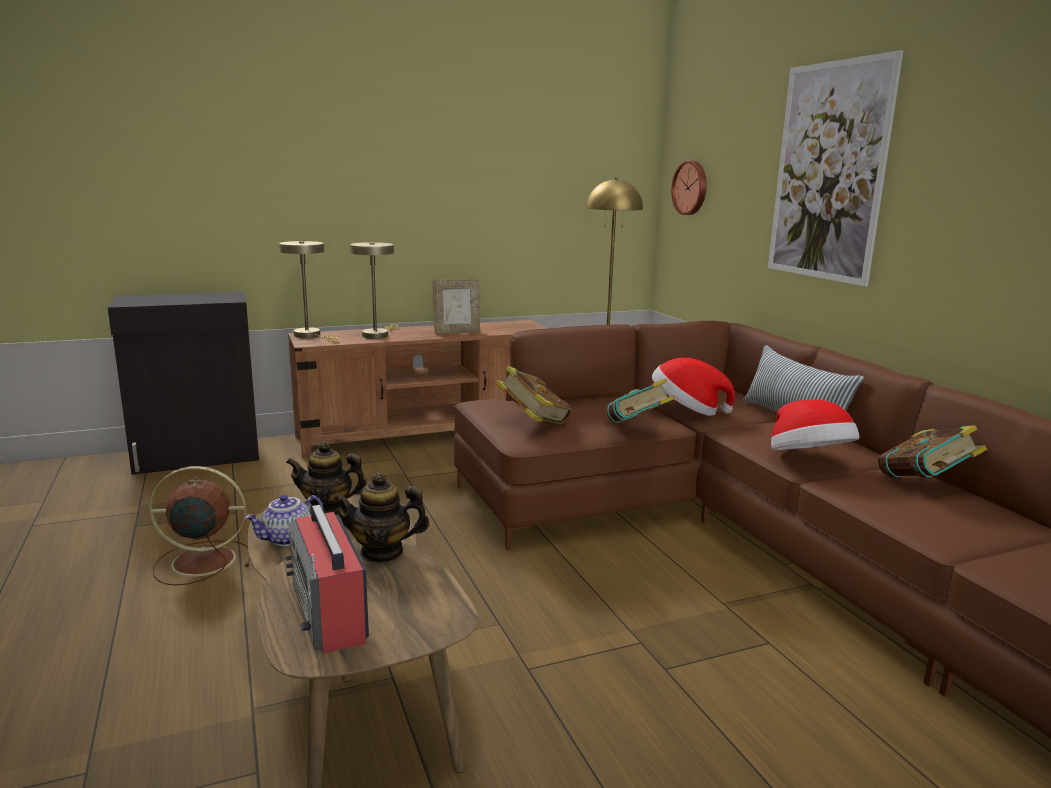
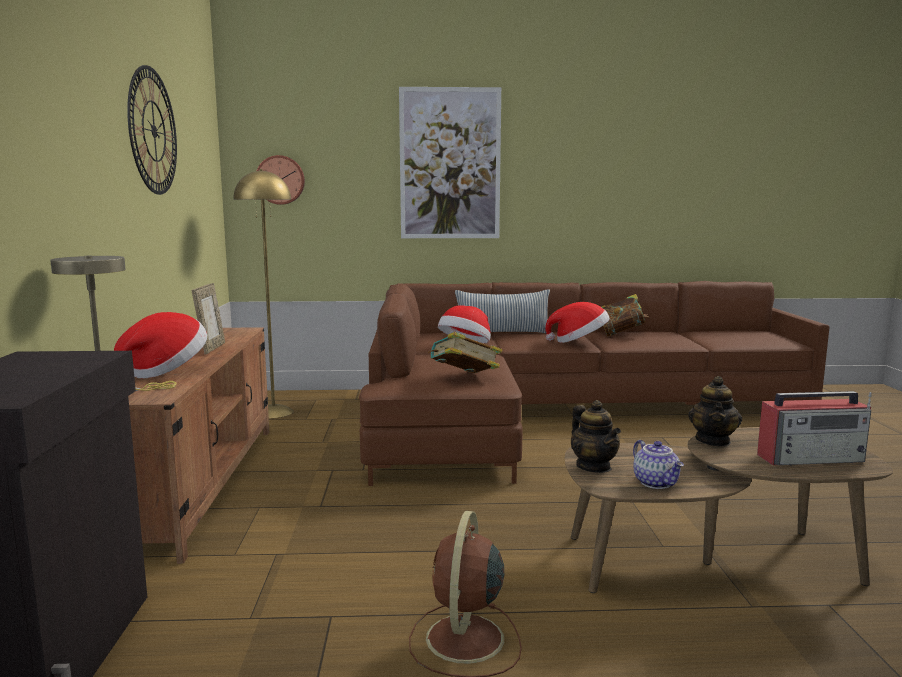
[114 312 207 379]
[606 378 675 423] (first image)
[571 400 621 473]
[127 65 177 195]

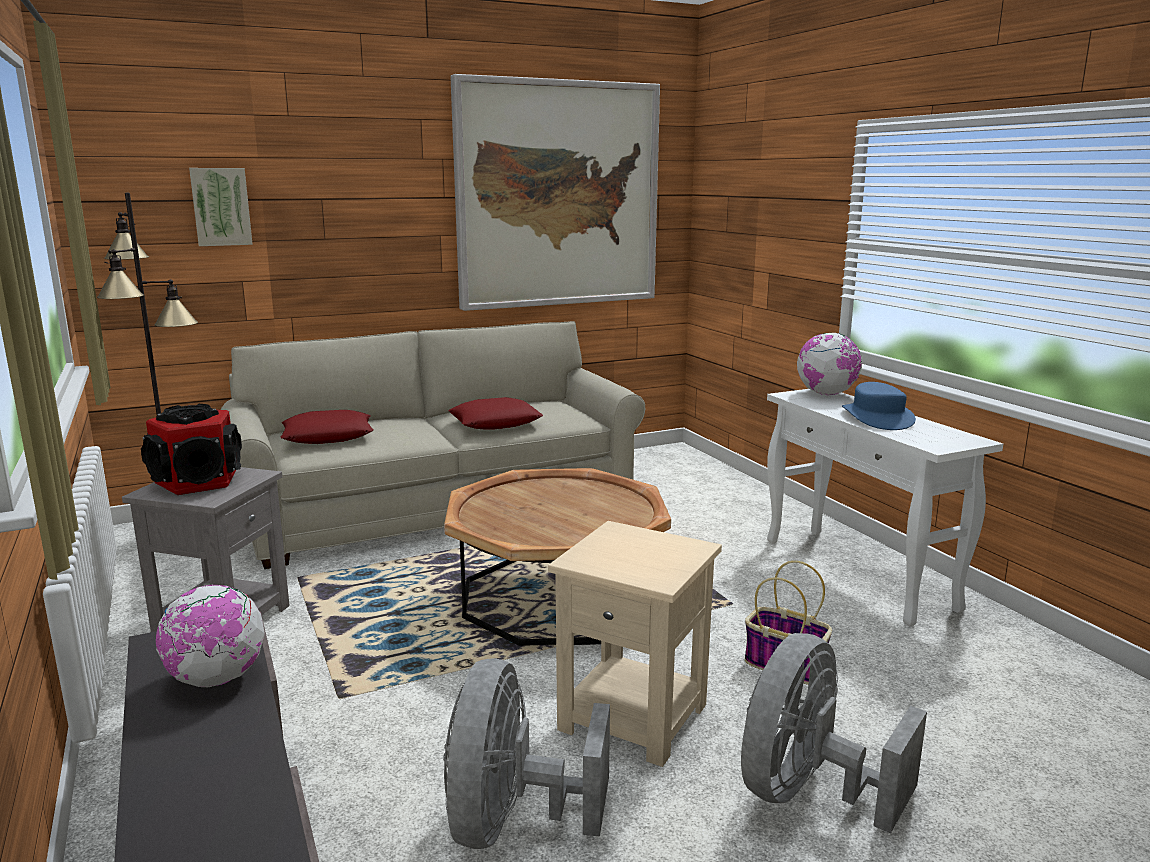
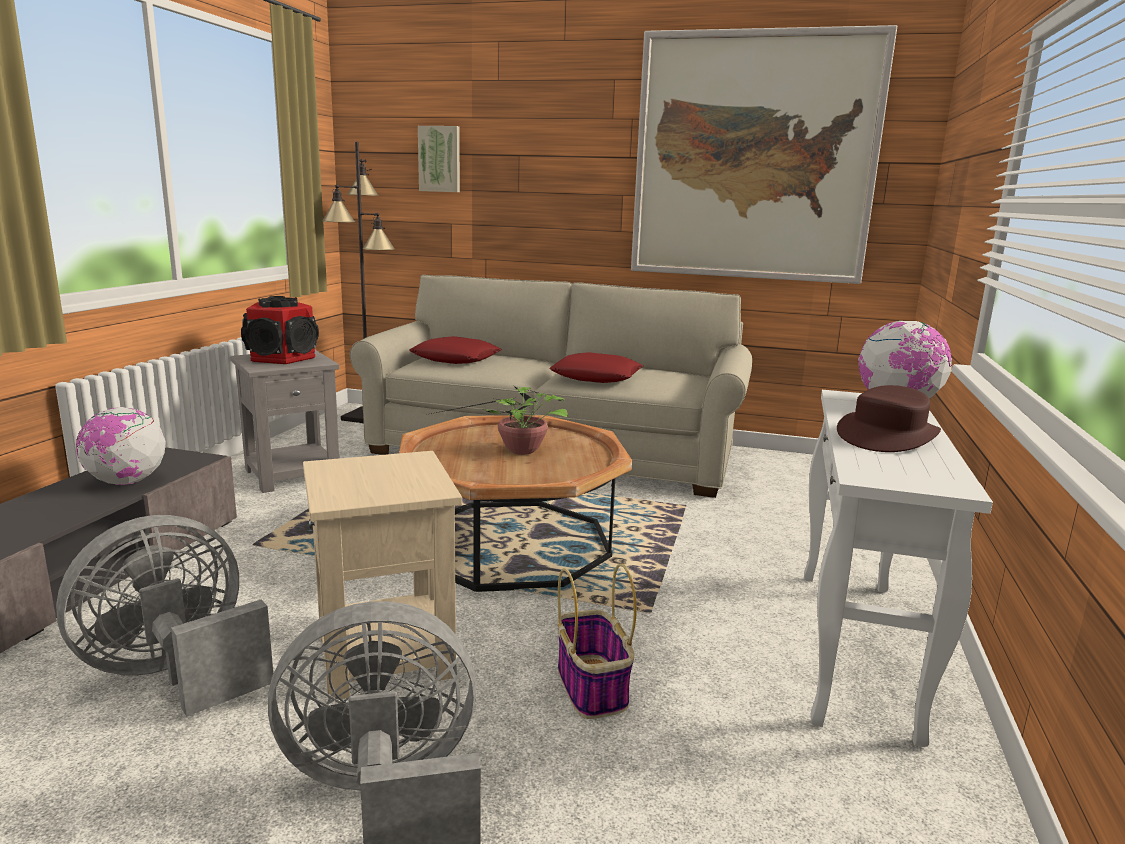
[837 385 941 452]
[431 386 568 455]

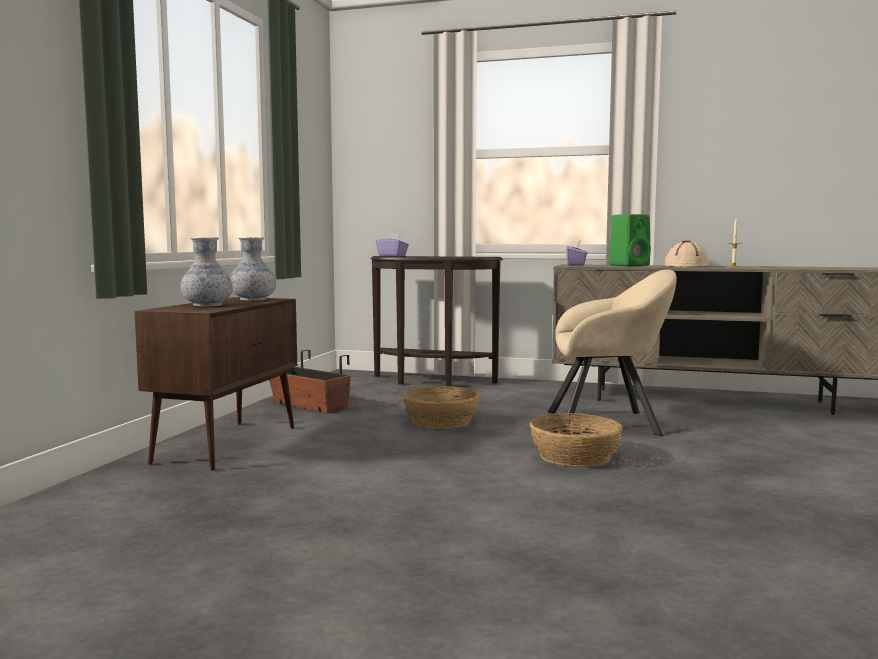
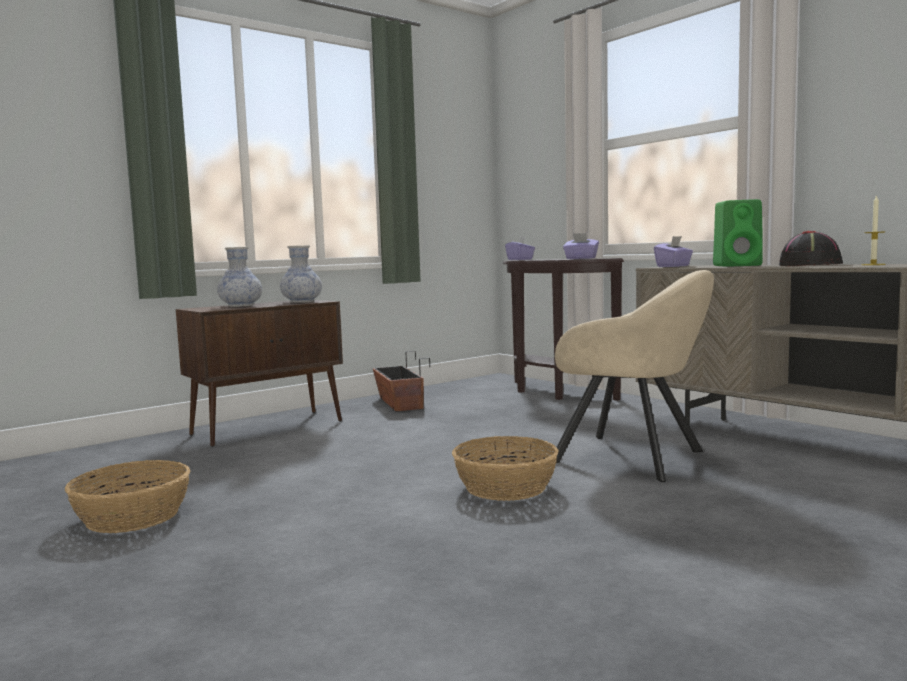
[779 231 843 266]
[64 460 190 533]
[563 233 599 259]

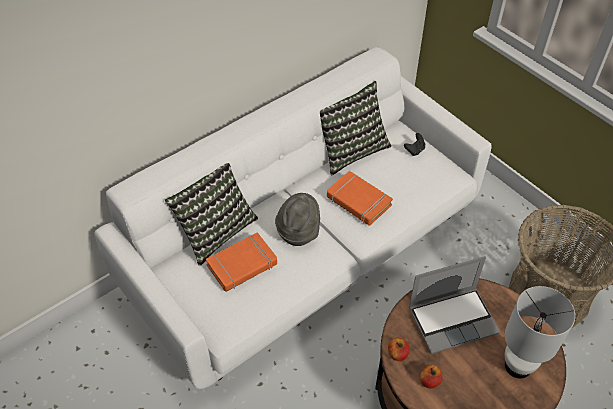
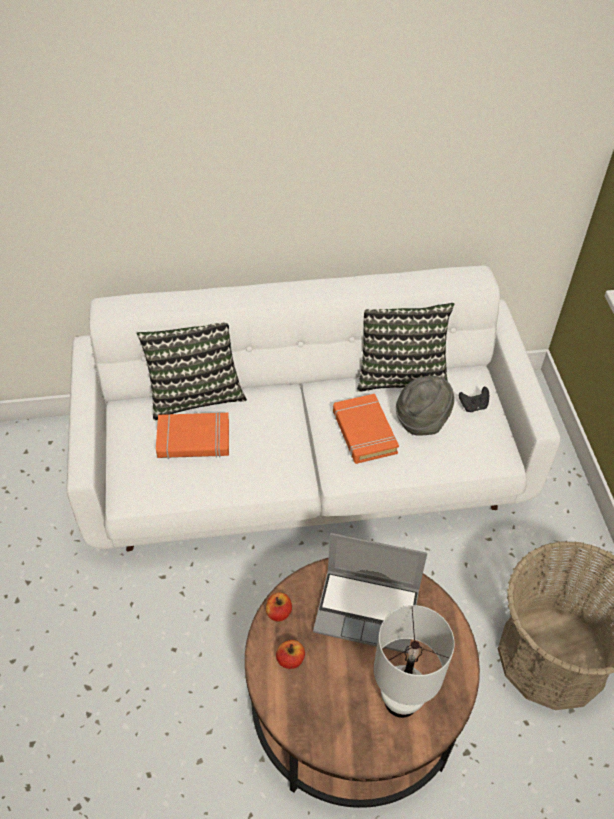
[396 376 454 436]

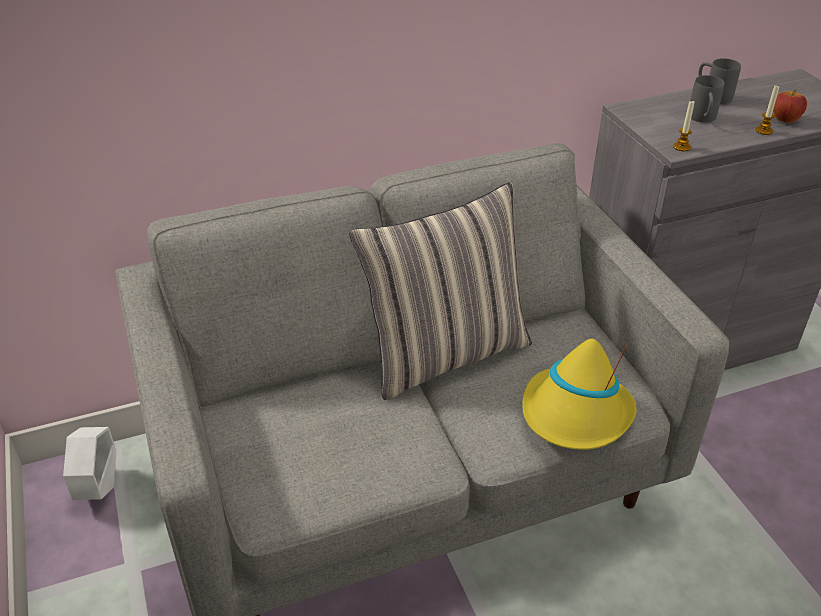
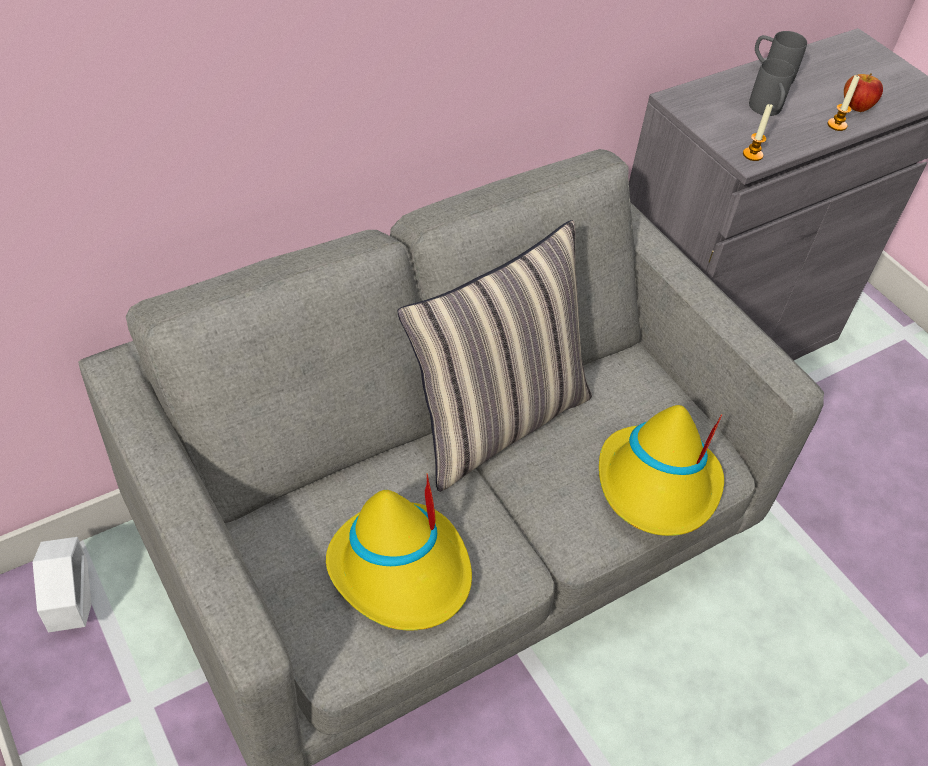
[326 473 472 631]

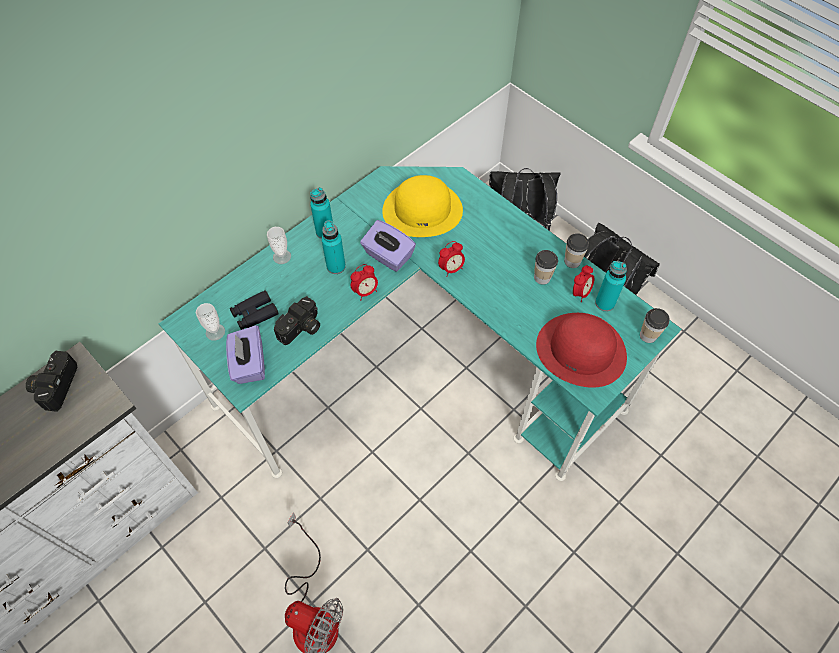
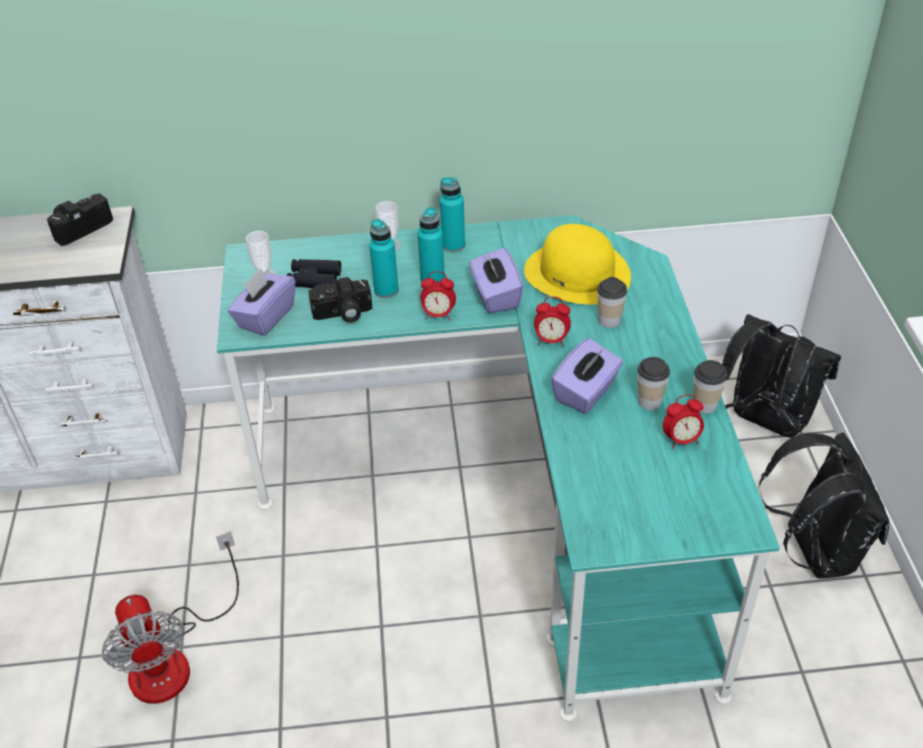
[369 219 399 298]
[597 277 627 328]
[536 313 627 388] (first image)
[551 338 623 414]

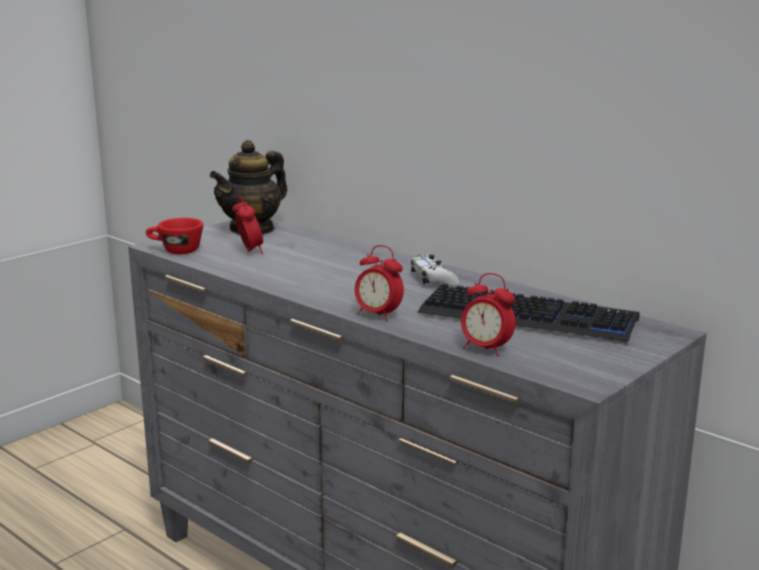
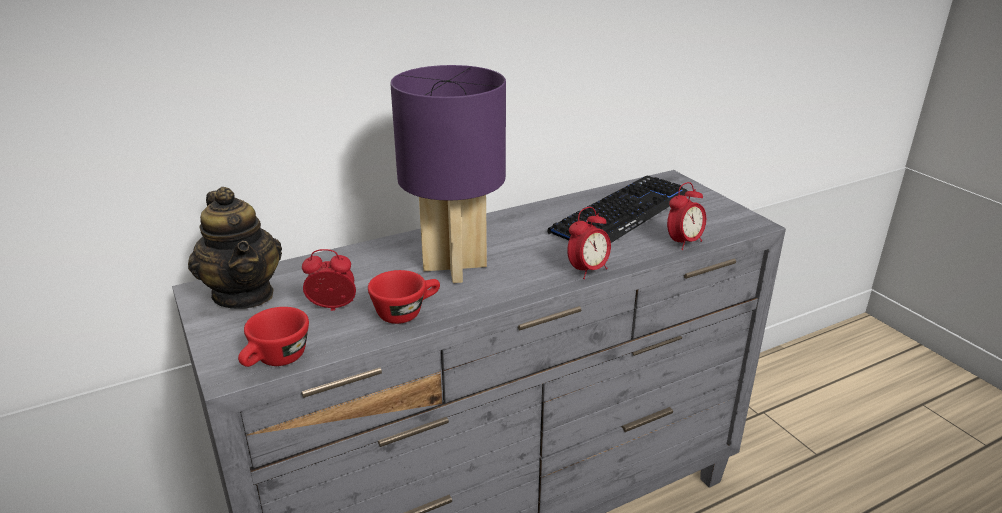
[411 255 460 287] (first image)
[390 65 506 283]
[368 270 440 324]

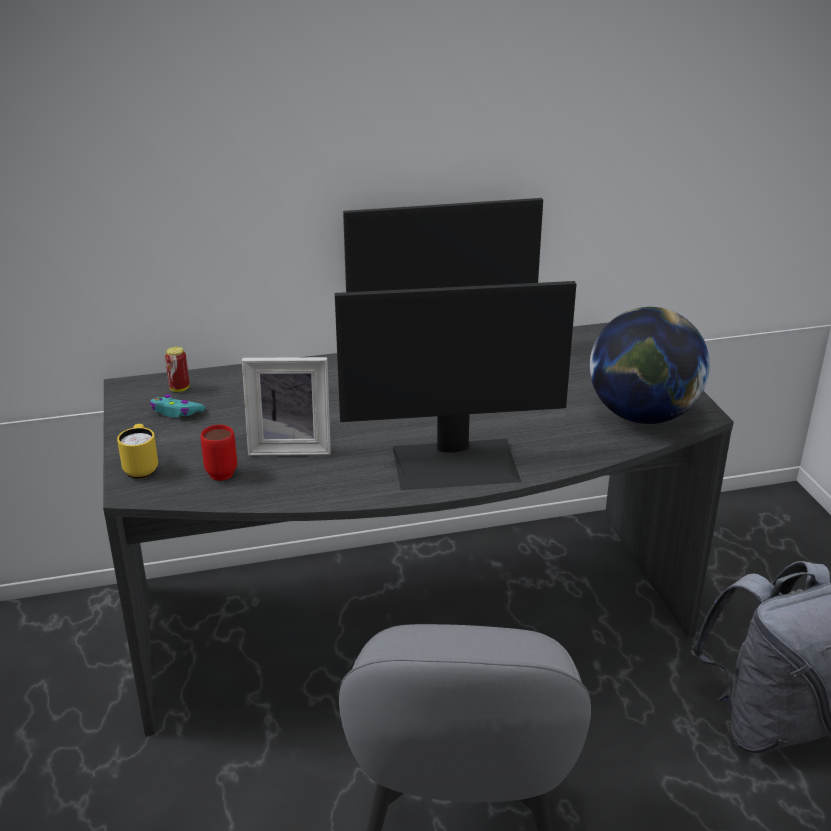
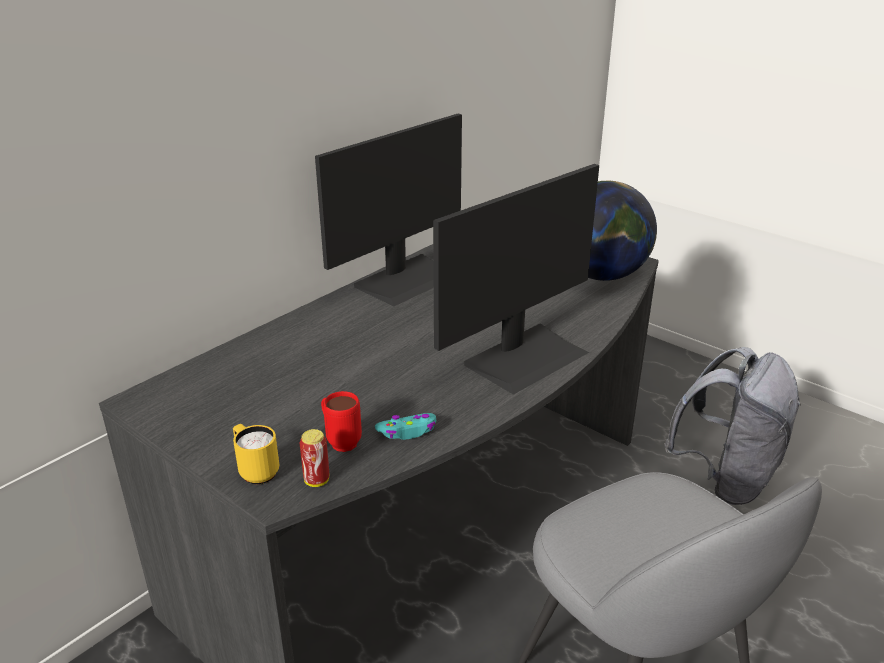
[300 429 329 487]
[242 357 331 456] (first image)
[375 413 436 440]

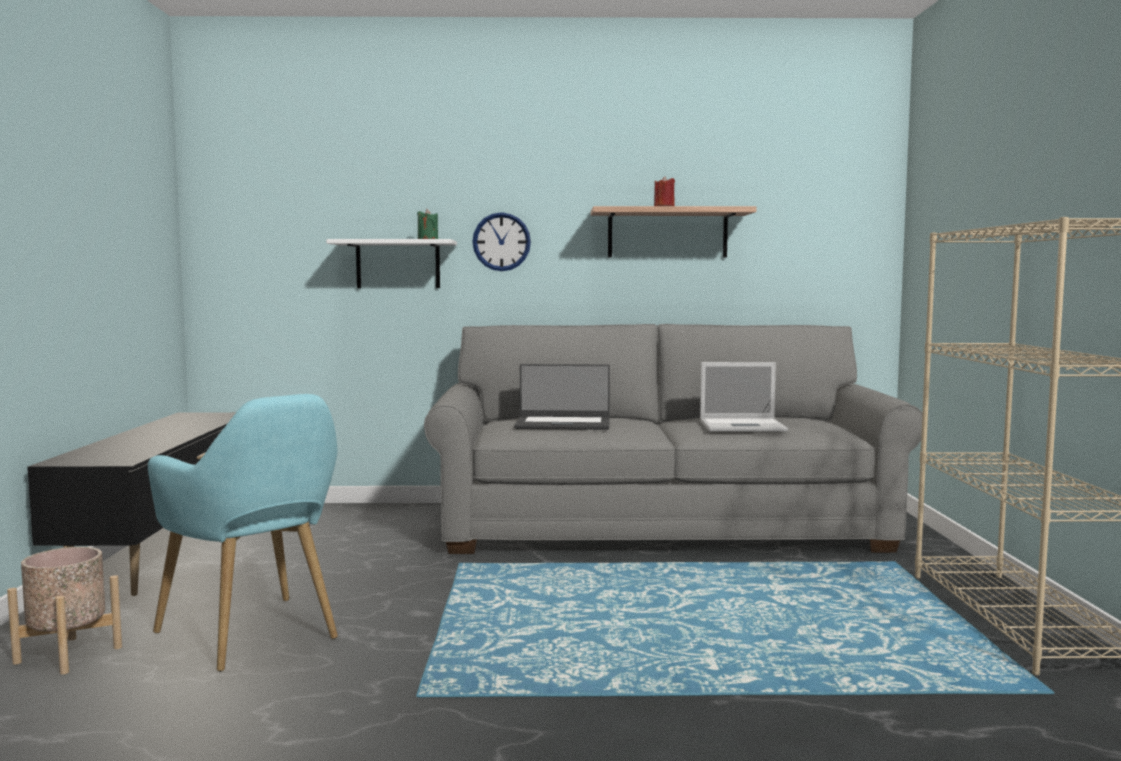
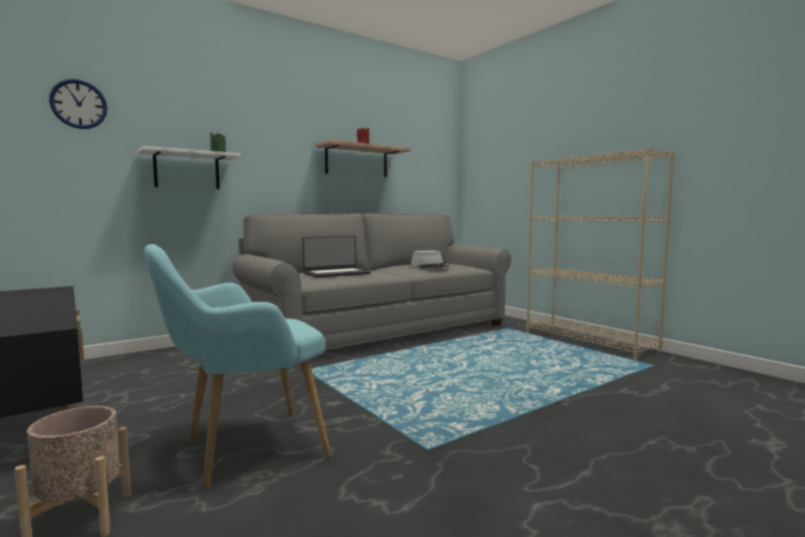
[49 79 107 129]
[410 251 449 269]
[144 244 331 488]

